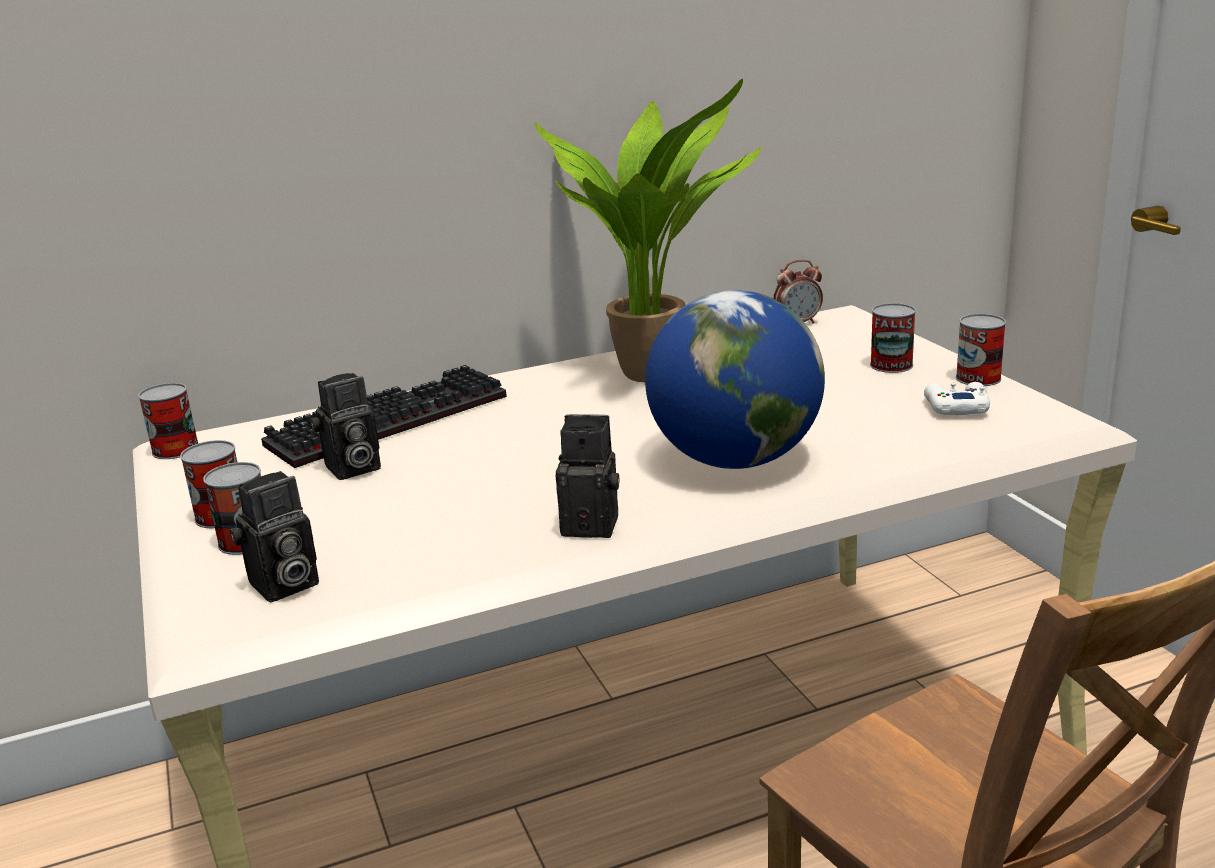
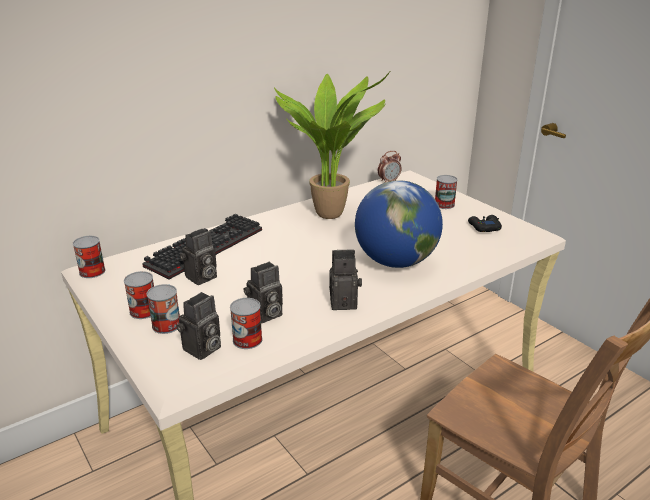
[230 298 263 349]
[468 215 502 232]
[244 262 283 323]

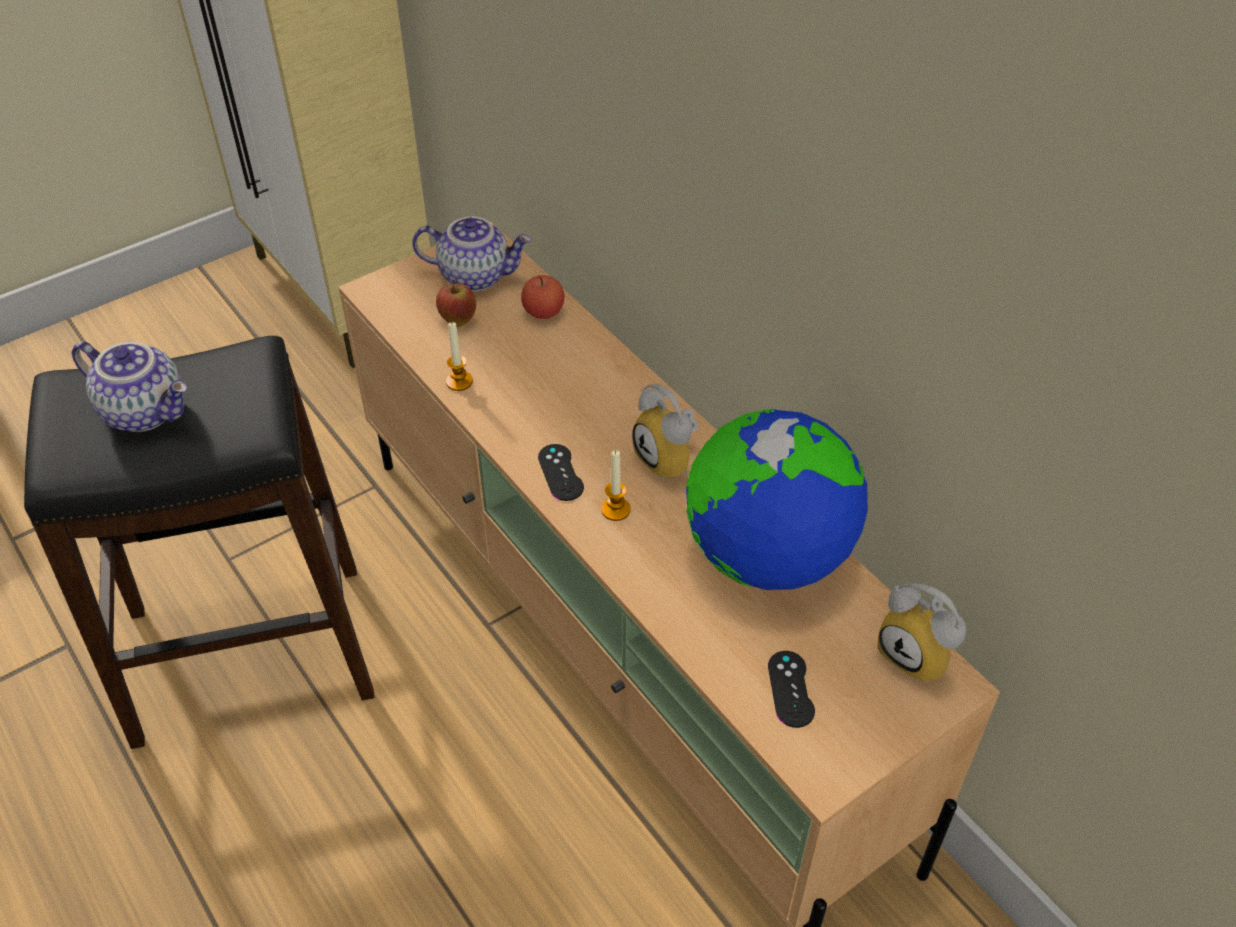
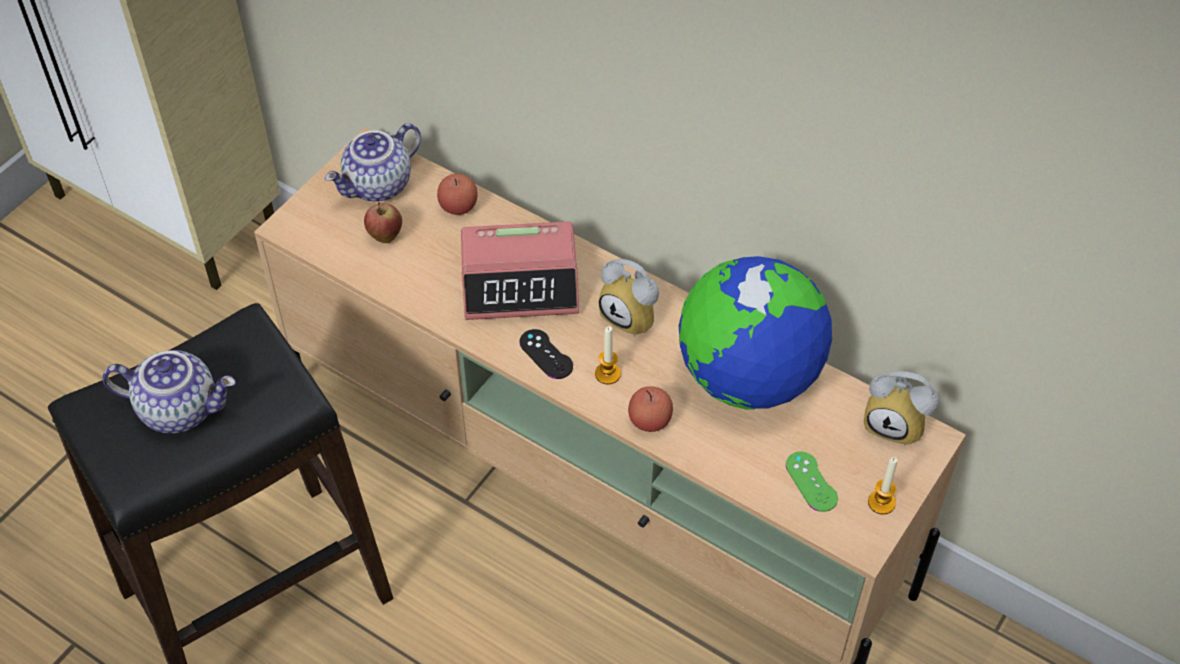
[325 123 421 202]
[868 457 898 514]
[786 452 838 512]
[461 222 579 320]
[628 386 673 432]

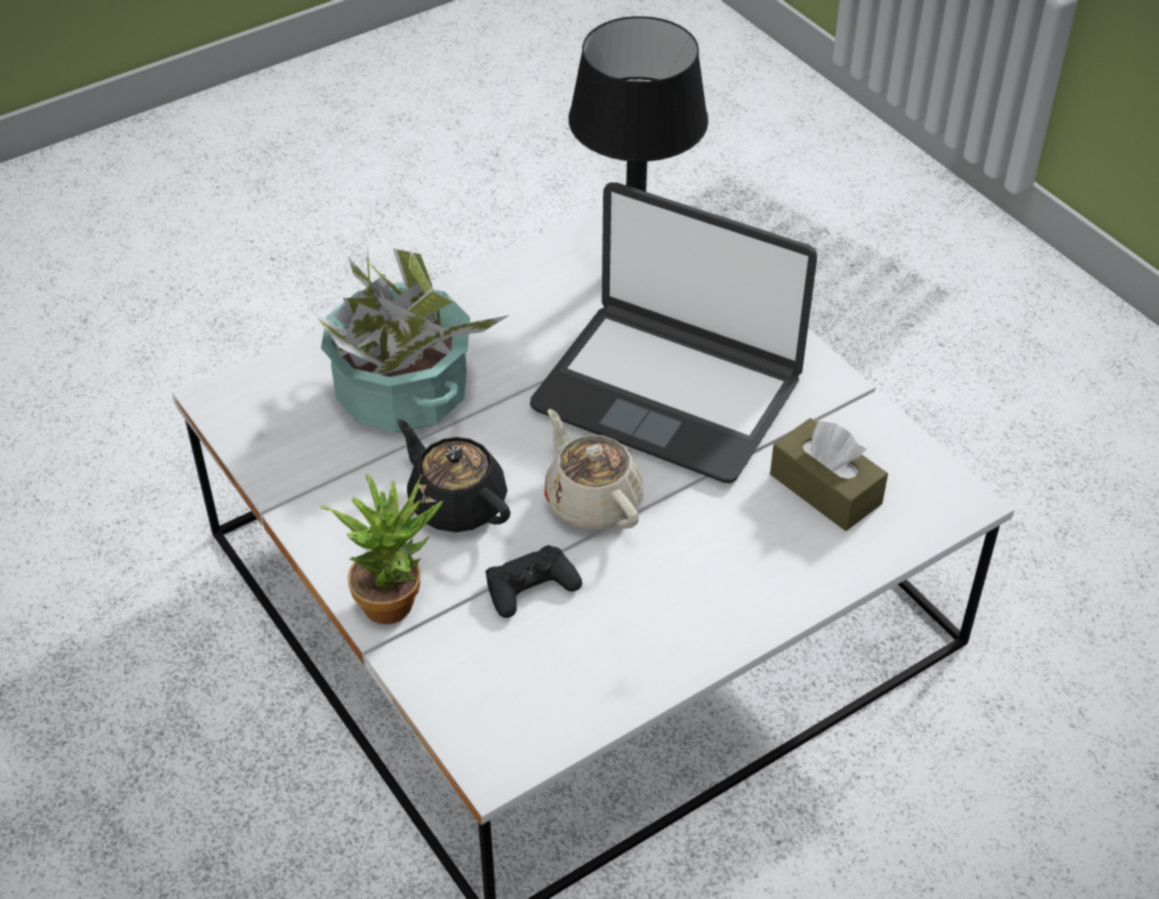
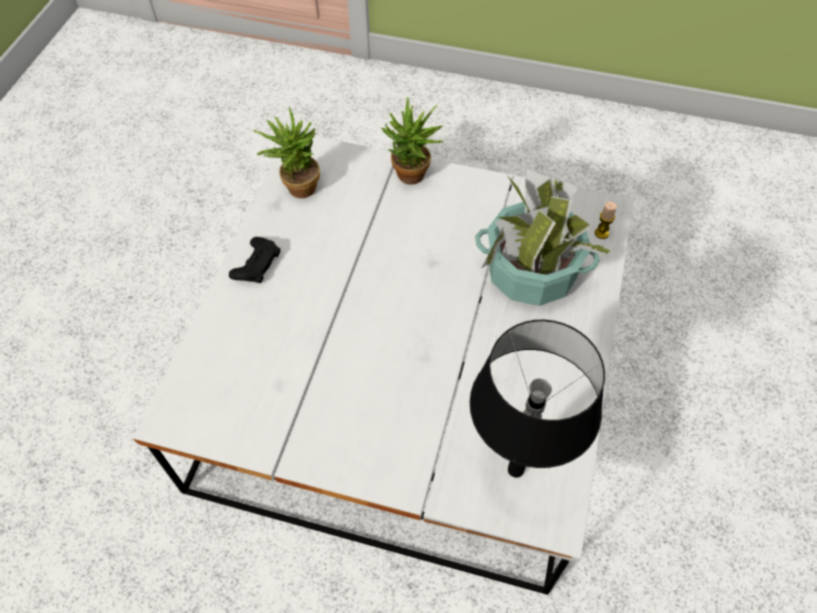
[530 182 817 483] (first image)
[544 409 643 530] (first image)
[770 418 888 531] (first image)
[397 420 510 532] (first image)
[229 237 280 283]
[253 107 320 198]
[595 202 617 239]

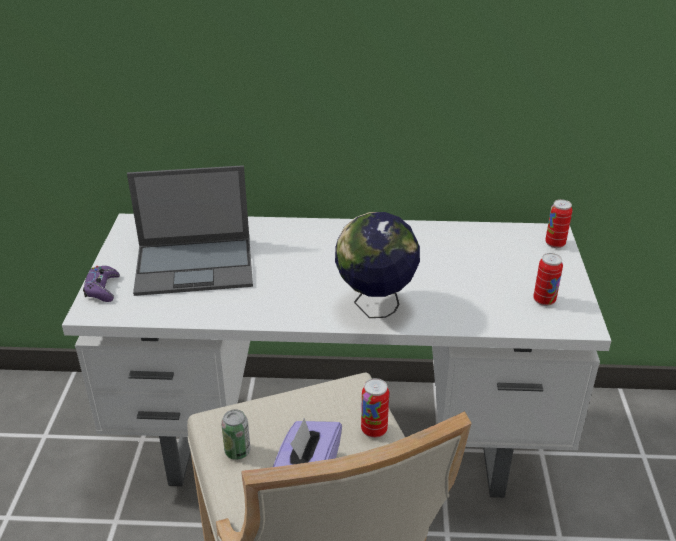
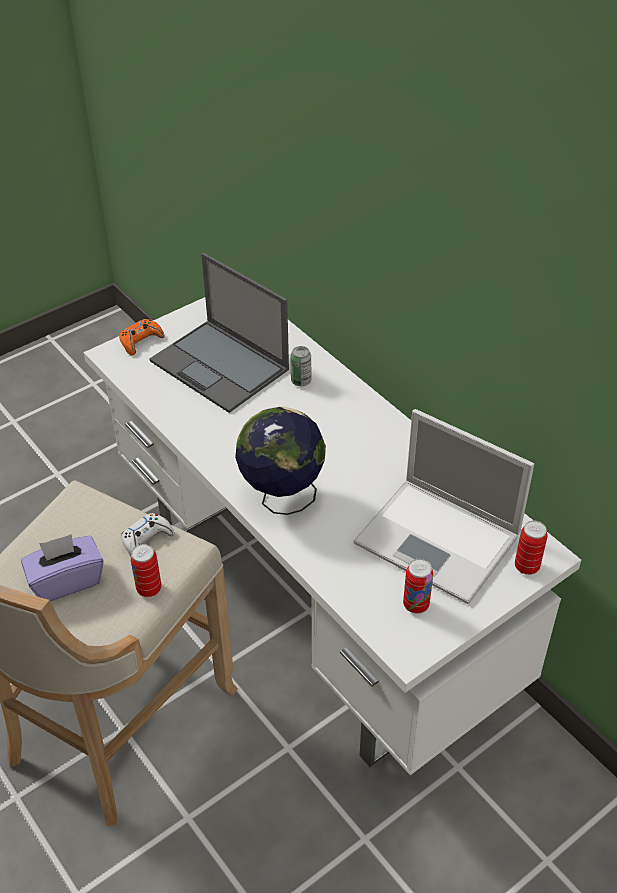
[119 319 164 355]
[290 346 311 386]
[353 409 534 604]
[121 513 174 557]

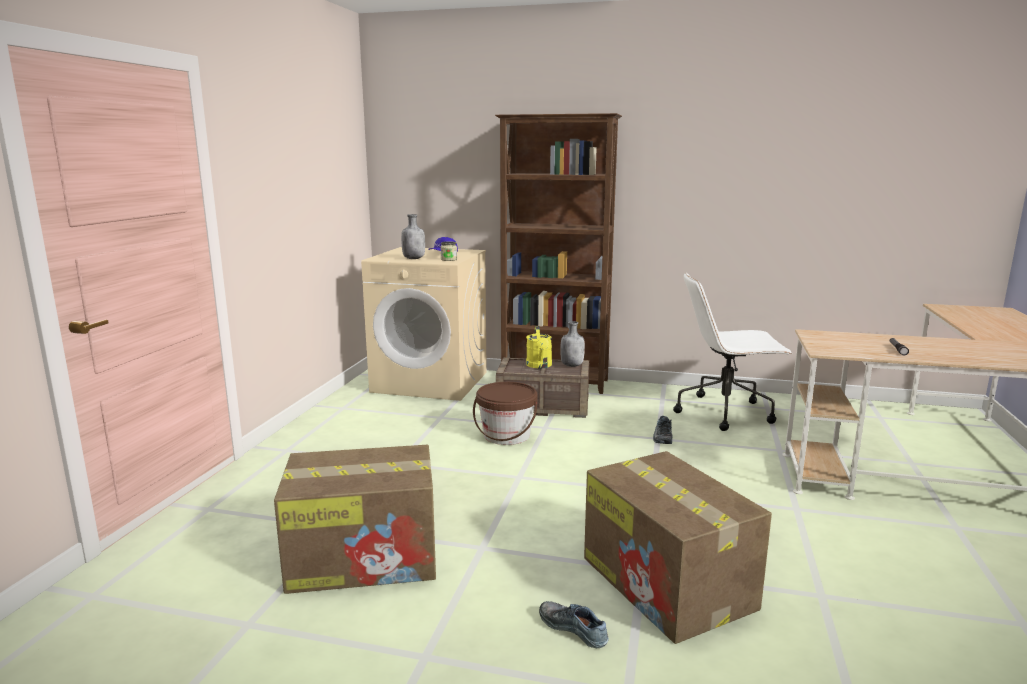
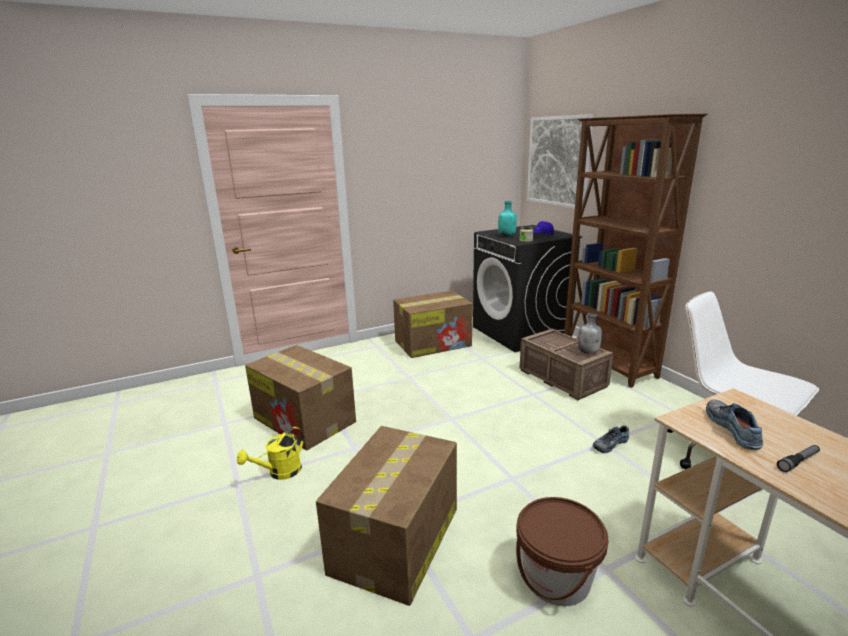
[498 201 517 237]
[473 225 582 352]
[237 427 304 480]
[516 497 608 606]
[706 400 763 450]
[527 114 594 210]
[393 291 473 358]

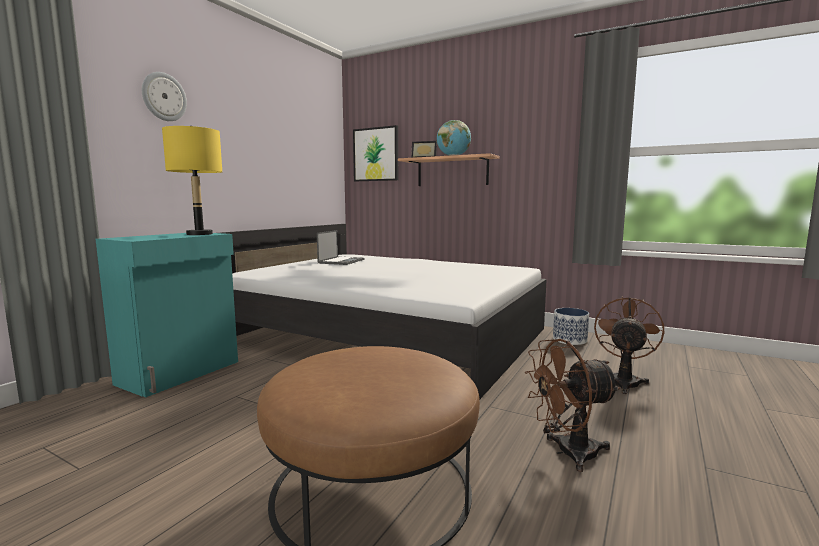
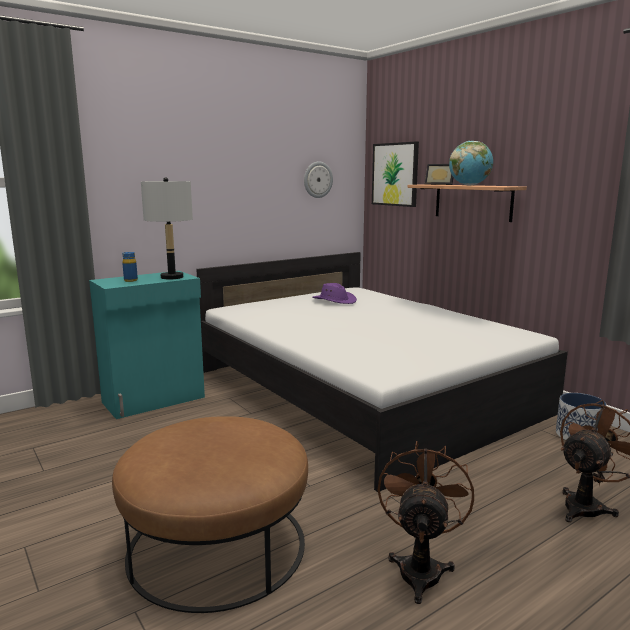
[304 161 333 198]
[141 177 193 279]
[312 283 357 304]
[377 441 474 604]
[122 252 138 282]

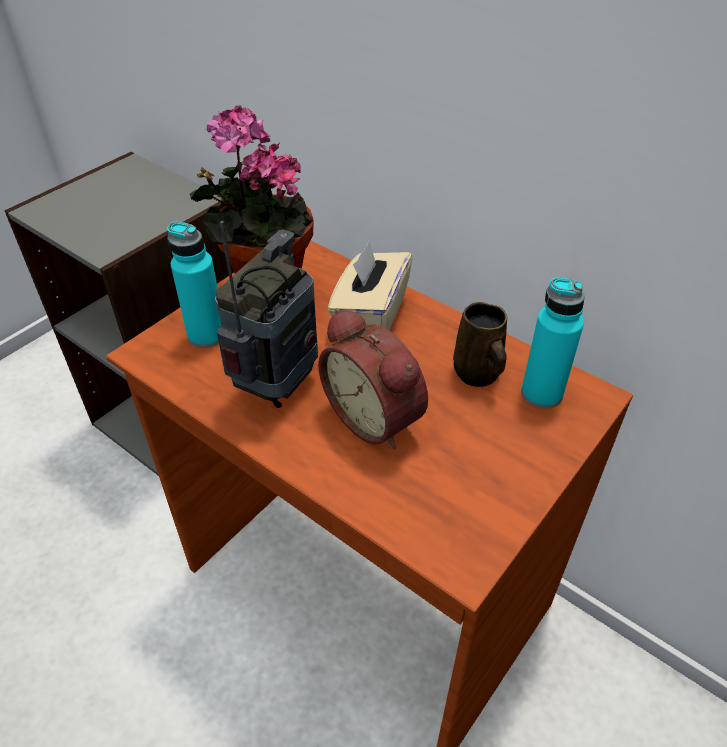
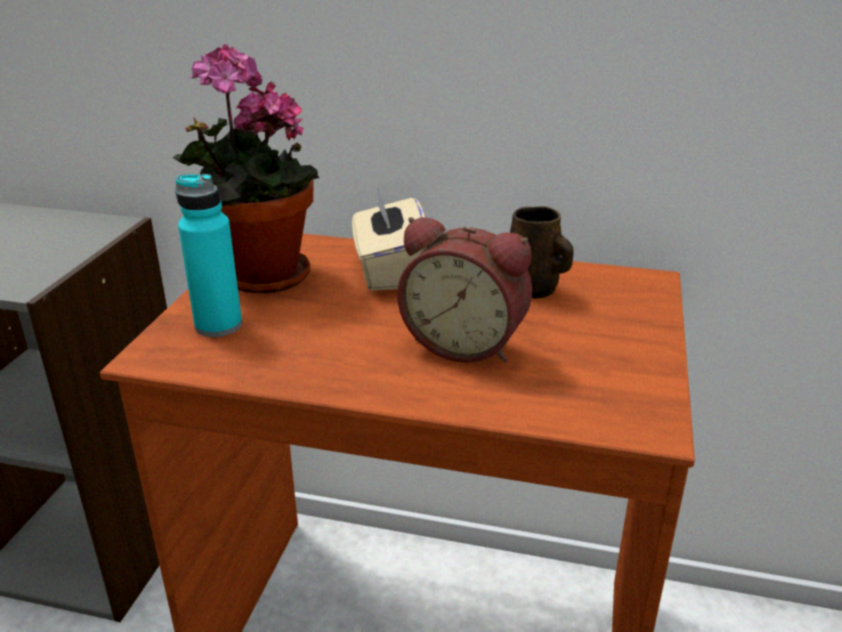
[215 221 318 408] (first image)
[521 277 585 409] (first image)

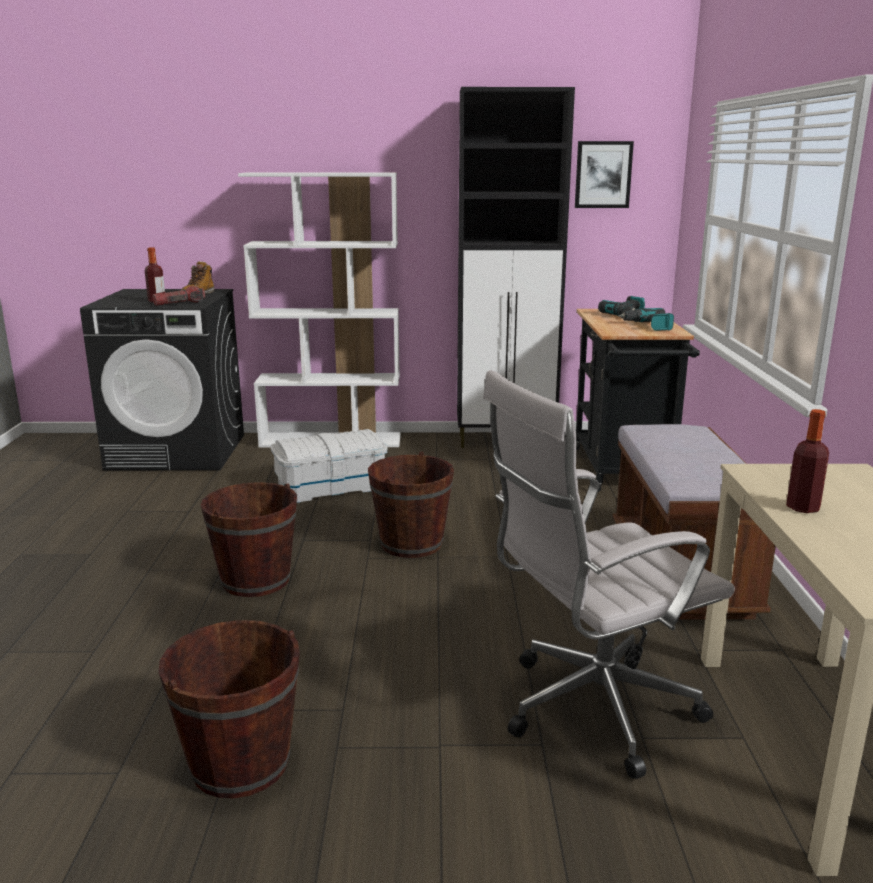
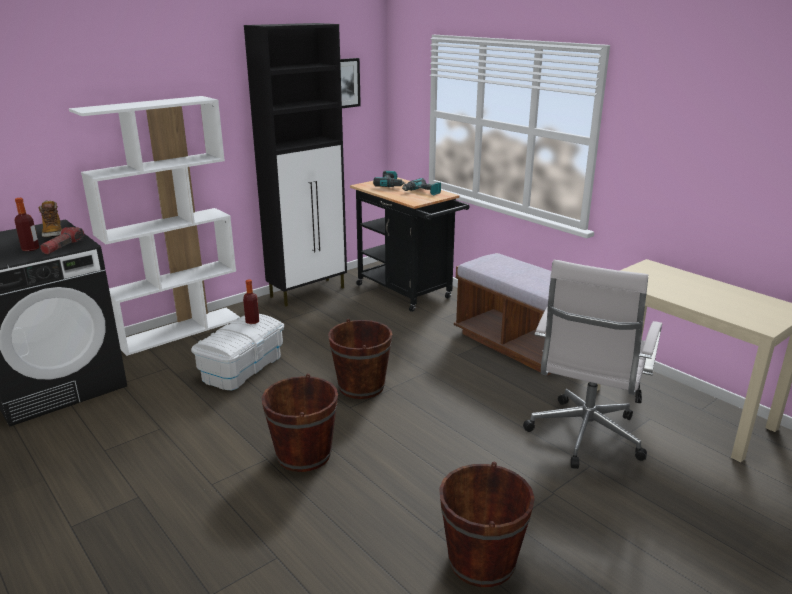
[243 279 259 324]

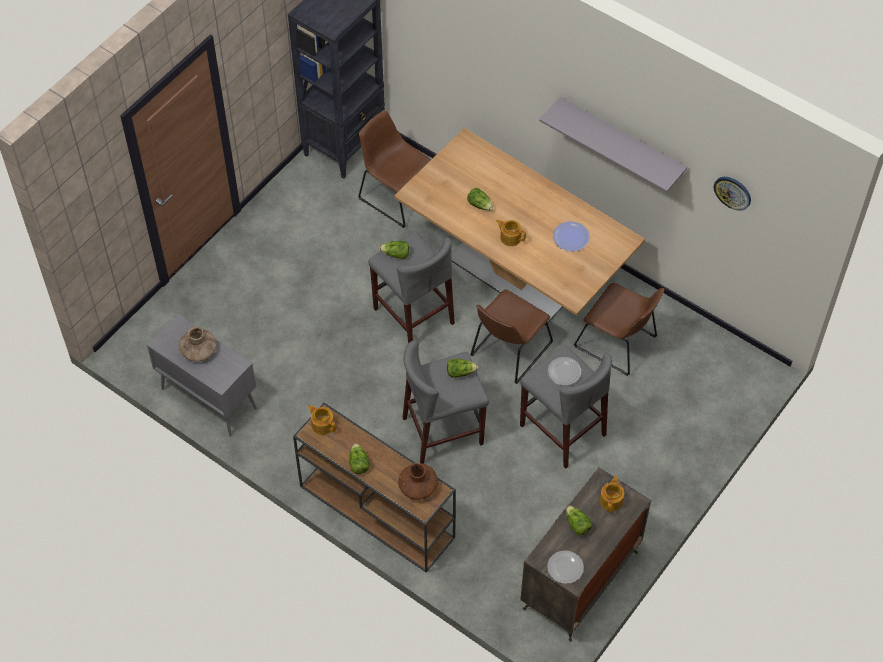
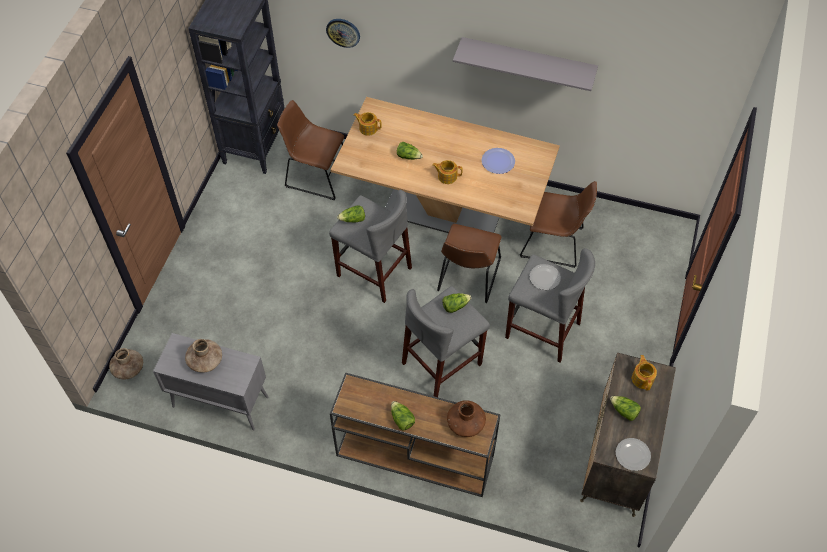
[326 19 360 48]
[354 112 382 136]
[109 348 143 379]

